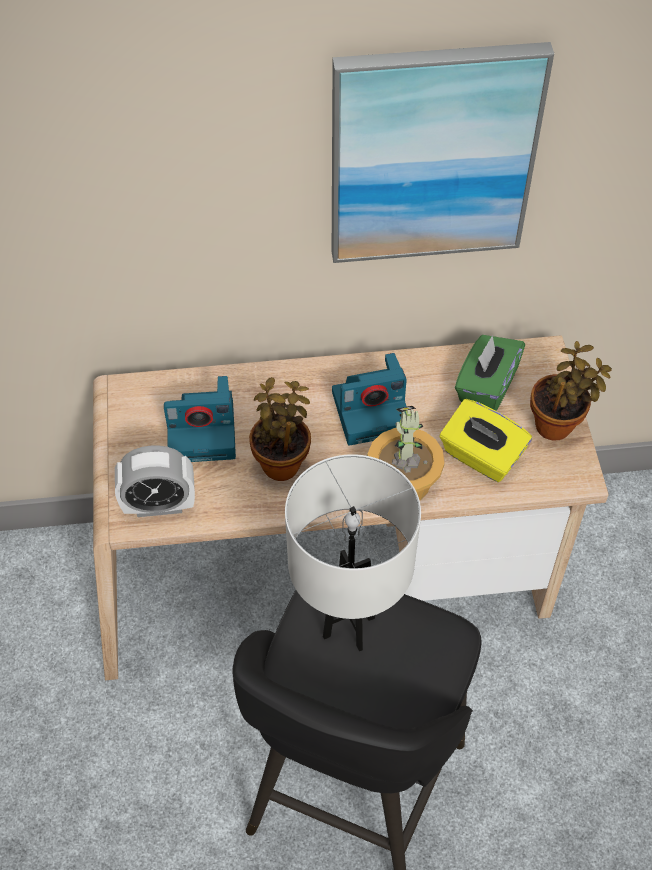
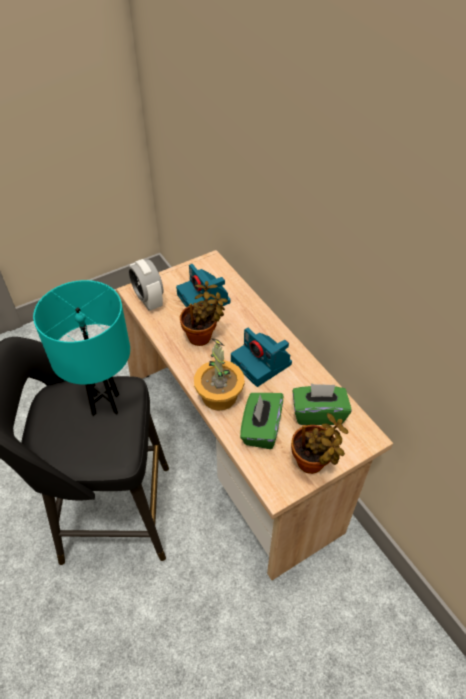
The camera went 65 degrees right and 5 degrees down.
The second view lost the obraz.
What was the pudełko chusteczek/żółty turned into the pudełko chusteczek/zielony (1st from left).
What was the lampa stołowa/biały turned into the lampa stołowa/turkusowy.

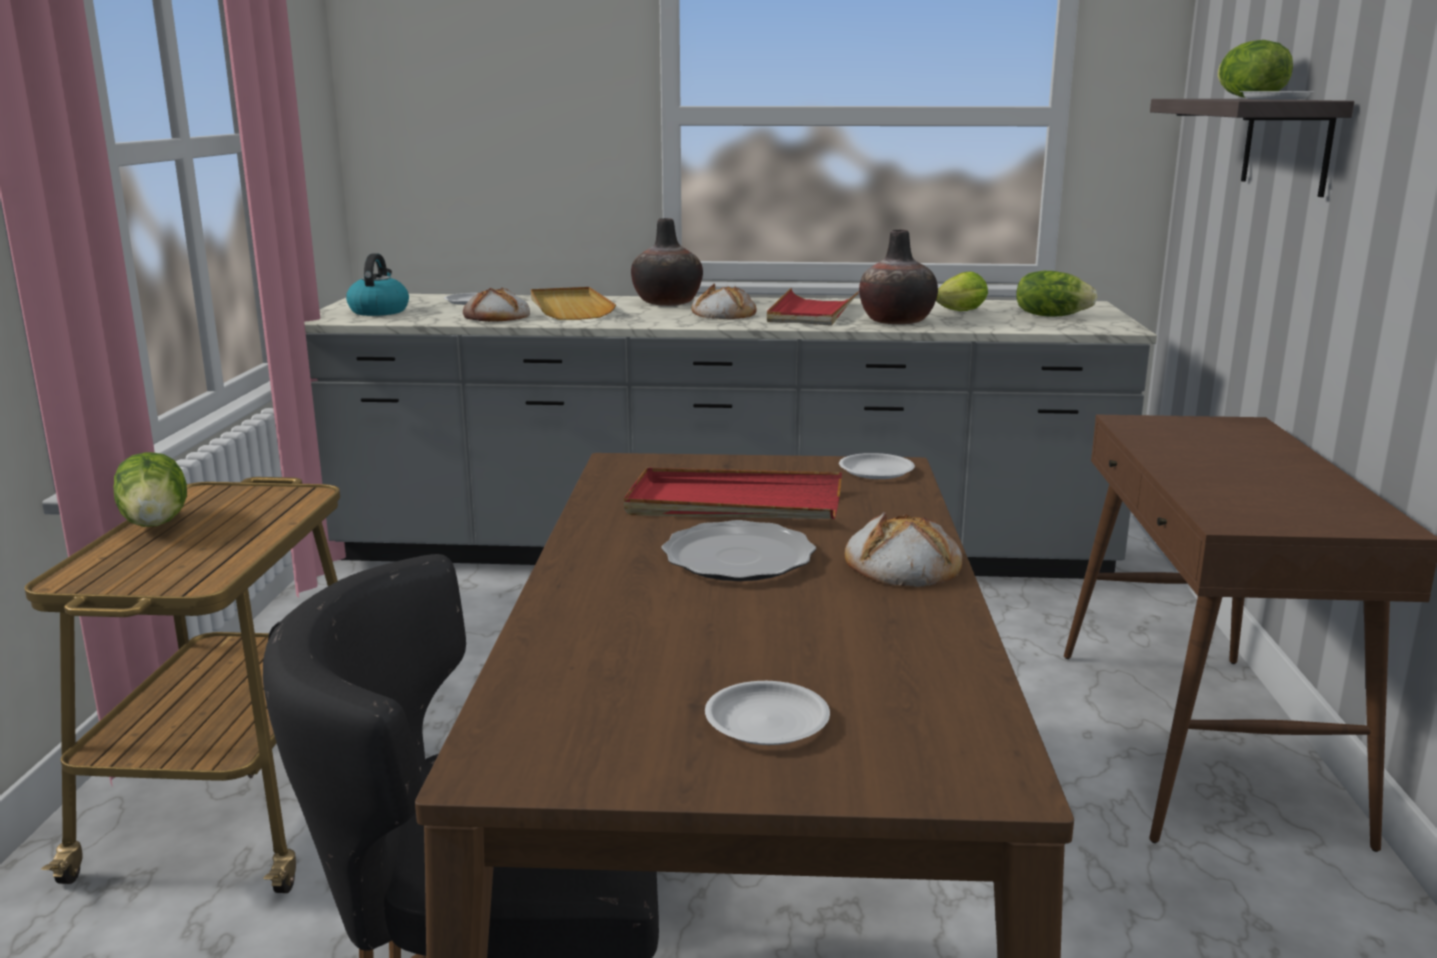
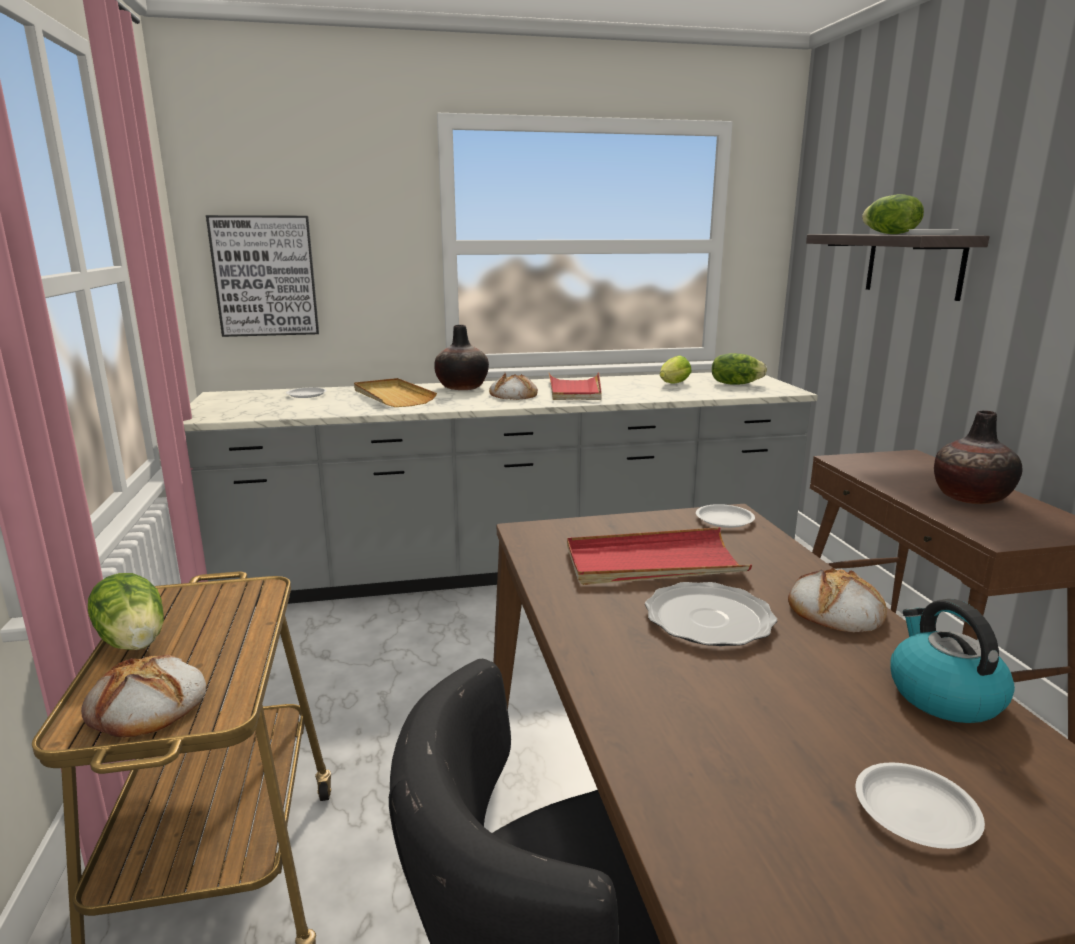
The camera went 15 degrees left and 0 degrees up.
The wazon (2nd from left) ended up elsewhere.
The czajnik ended up elsewhere.
The chleb (1st from left) ended up elsewhere.
The second view gained the obraz.

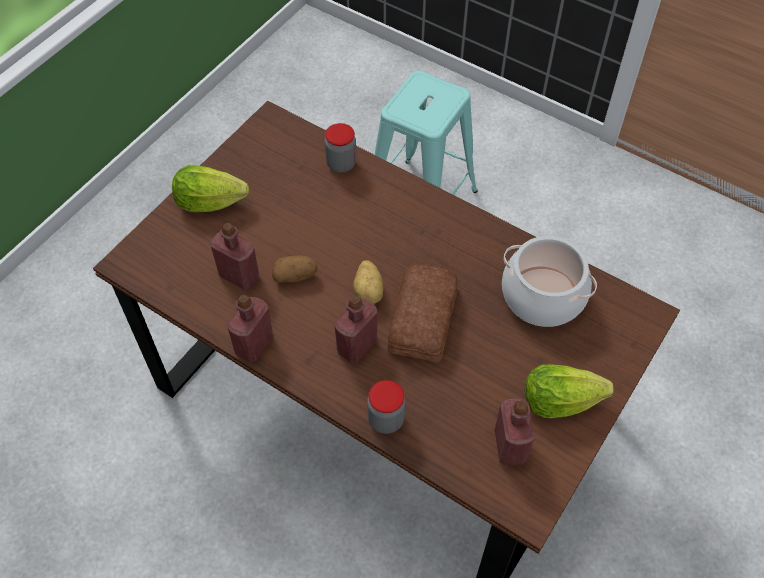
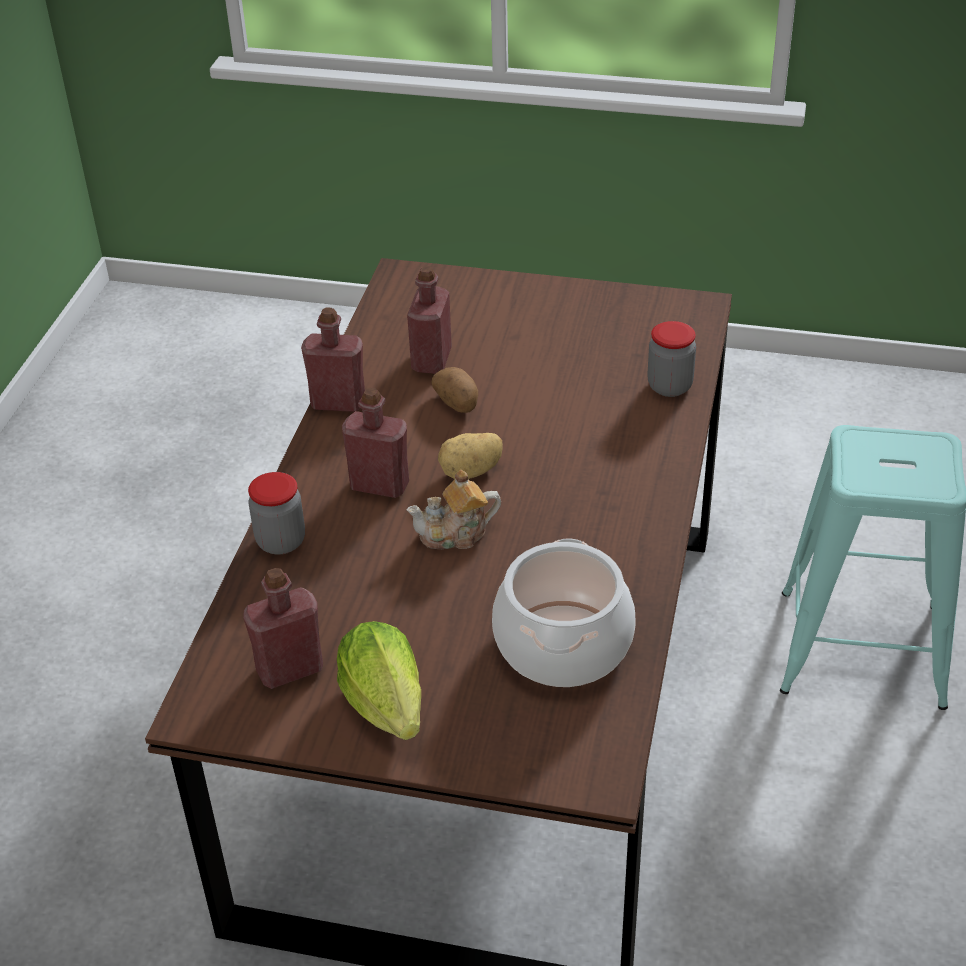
The camera went 70 degrees right and 15 degrees down.
The second view lost the sałata (1st from left).
Where the chleb stood, the imbryk came to stand.

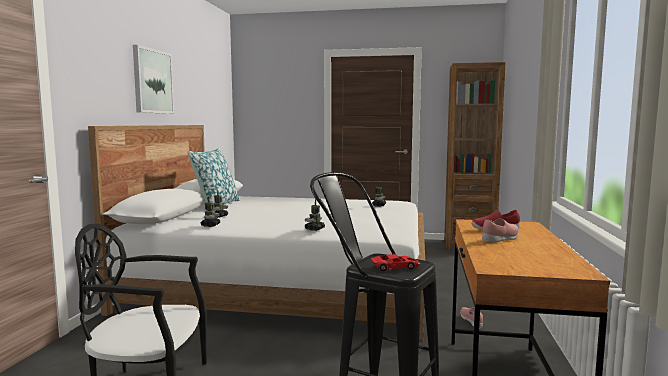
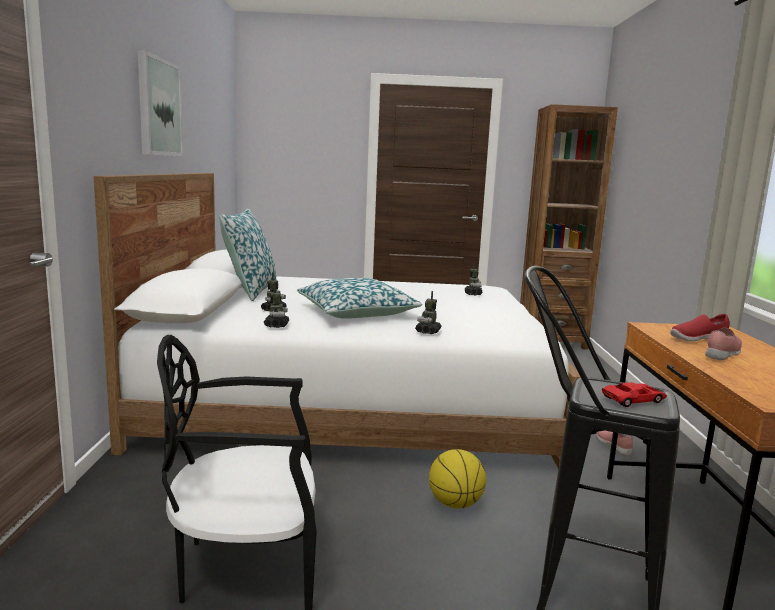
The camera went 10 degrees left and 5 degrees up.
The second view gained the poduszka (2nd from left).
The second view gained the piłka do koszykówki.

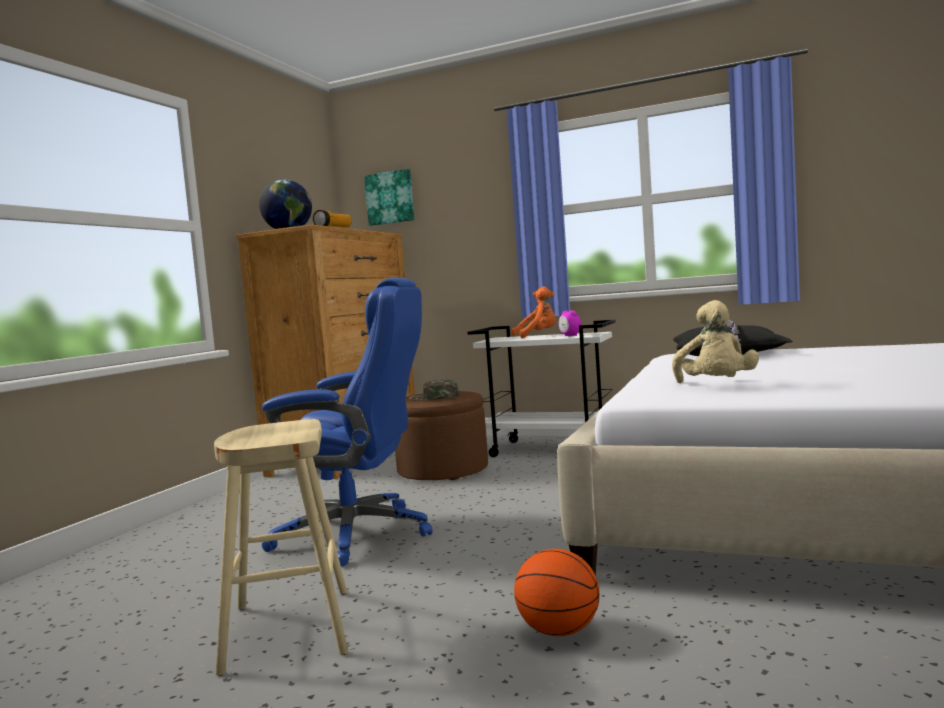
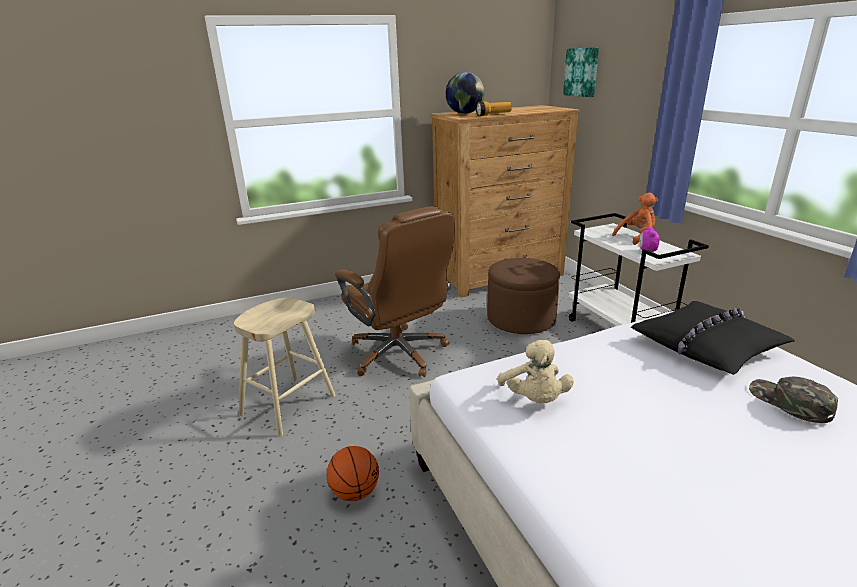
The camera went 45 degrees right and 20 degrees up.
What was the krzesło biurowe/niebieski turned into the krzesło biurowe/brązowy.
The pluszak/pomarańczowy ended up facing another way, 60 degrees counterclockwise from before.
The pluszak/beżowy ended up facing another way, 60 degrees counterclockwise from before.
The czapka z daszkiem/zielony ended up elsewhere.

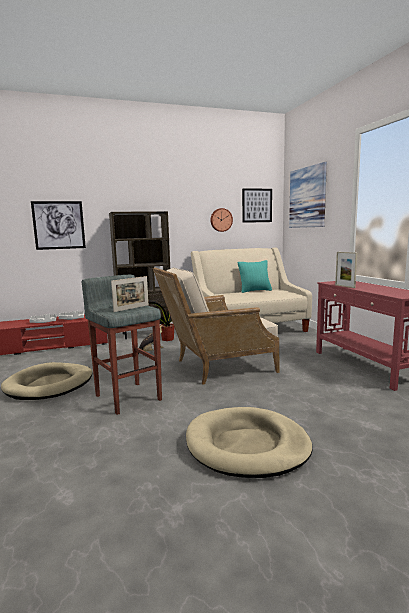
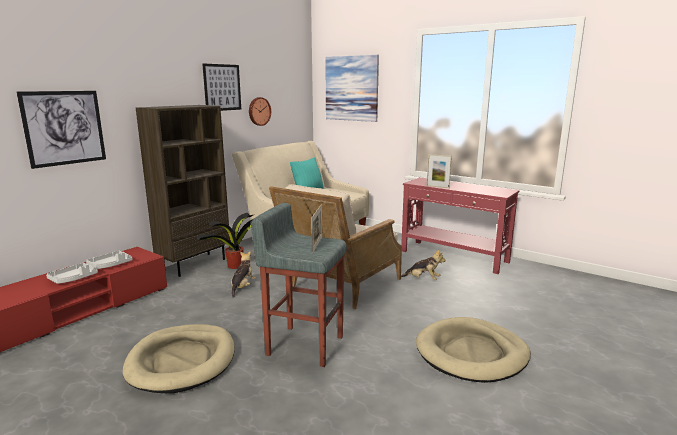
The camera went 35 degrees left and 5 degrees up.
The obraz (2nd from left) ended up elsewhere.
The second view gained the pluszak (2nd from left).

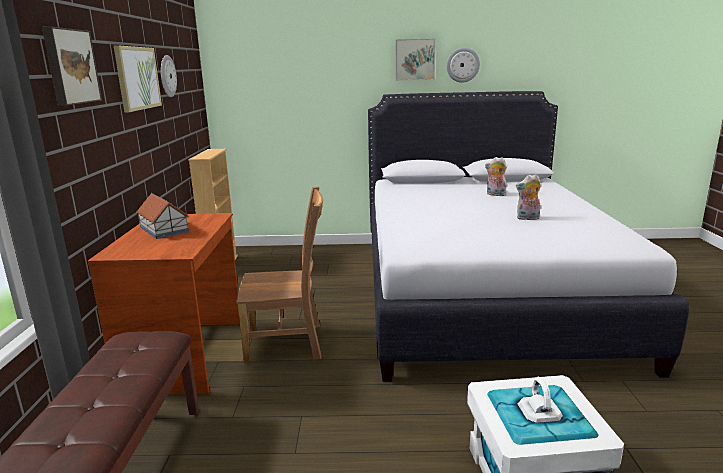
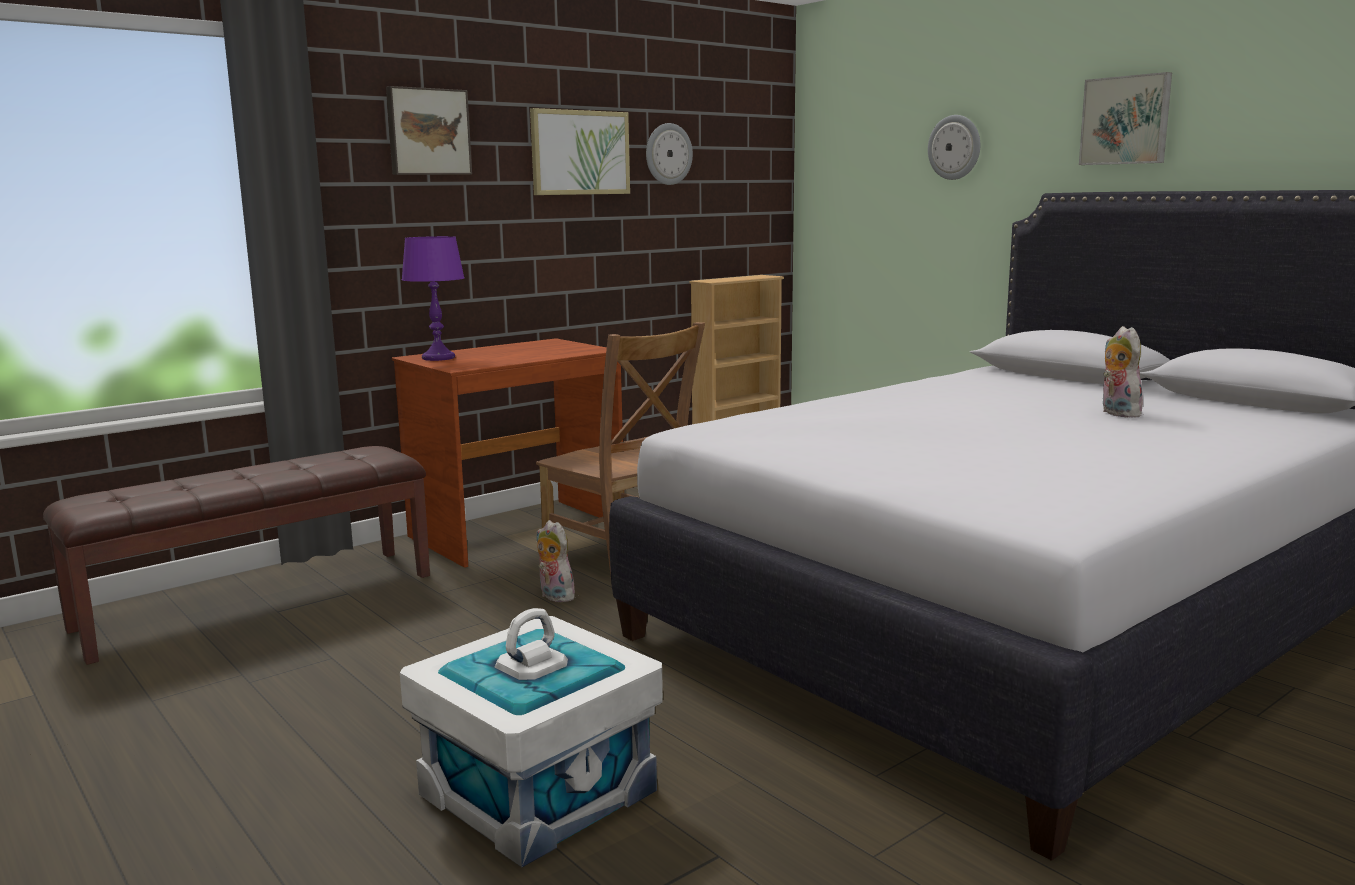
The camera went 50 degrees right and 5 degrees down.
The zegar ścienny (2nd from left) ended up elsewhere.
The pluszak (2nd from left in the first image) ended up elsewhere.
The second view lost the domek.
The second view gained the lampa stołowa/fioletowy.

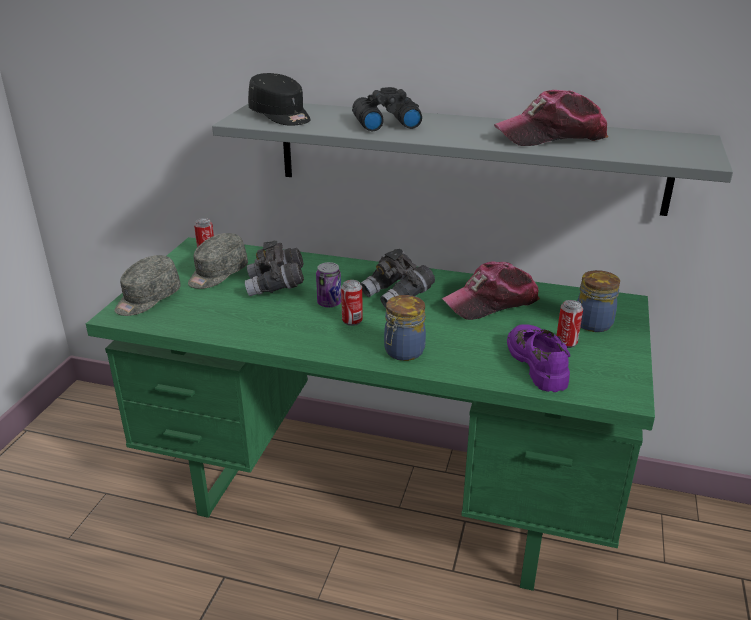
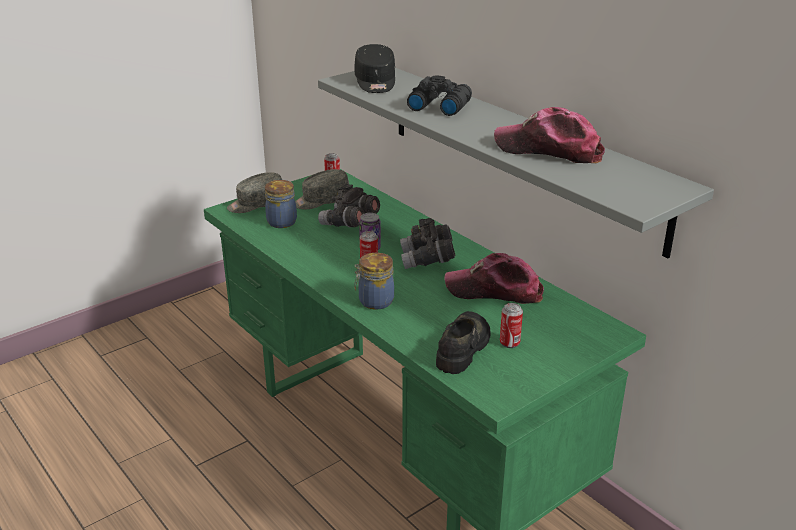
The camera went 35 degrees right and 0 degrees up.
The słoik (2nd from left in the first image) ended up elsewhere.
What was the but/fioletowy turned into the but/czarny.

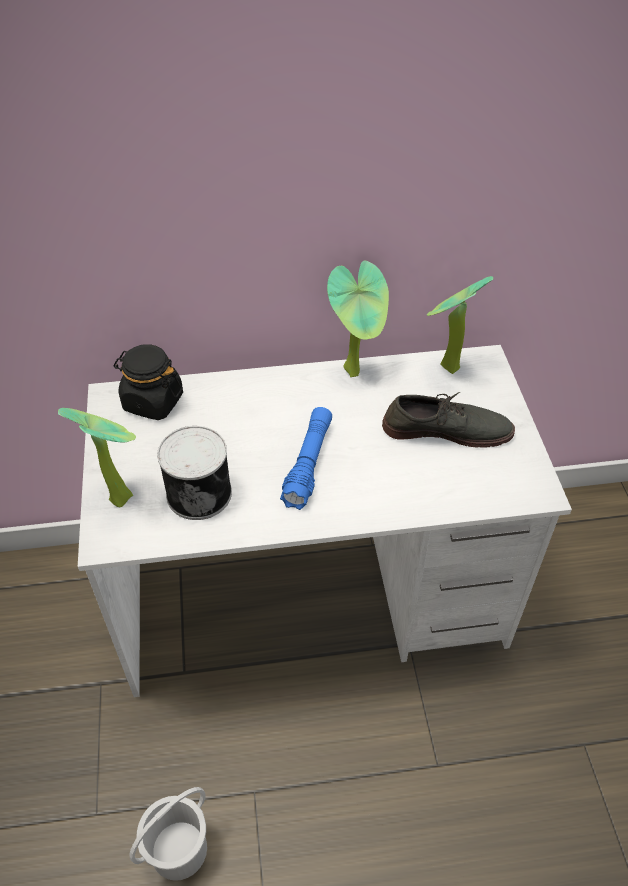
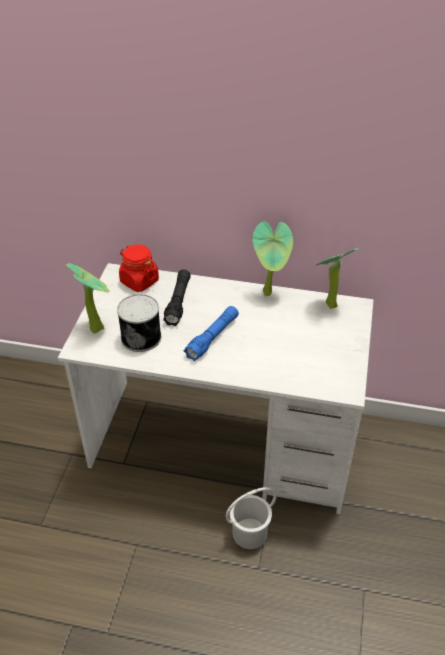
The camera went 20 degrees right and 5 degrees down.
What was the słoik/czarny turned into the słoik/czerwony.
The second view lost the but/szary.
The wiadro/biały ended up elsewhere.
The second view gained the latarka/czarny.

